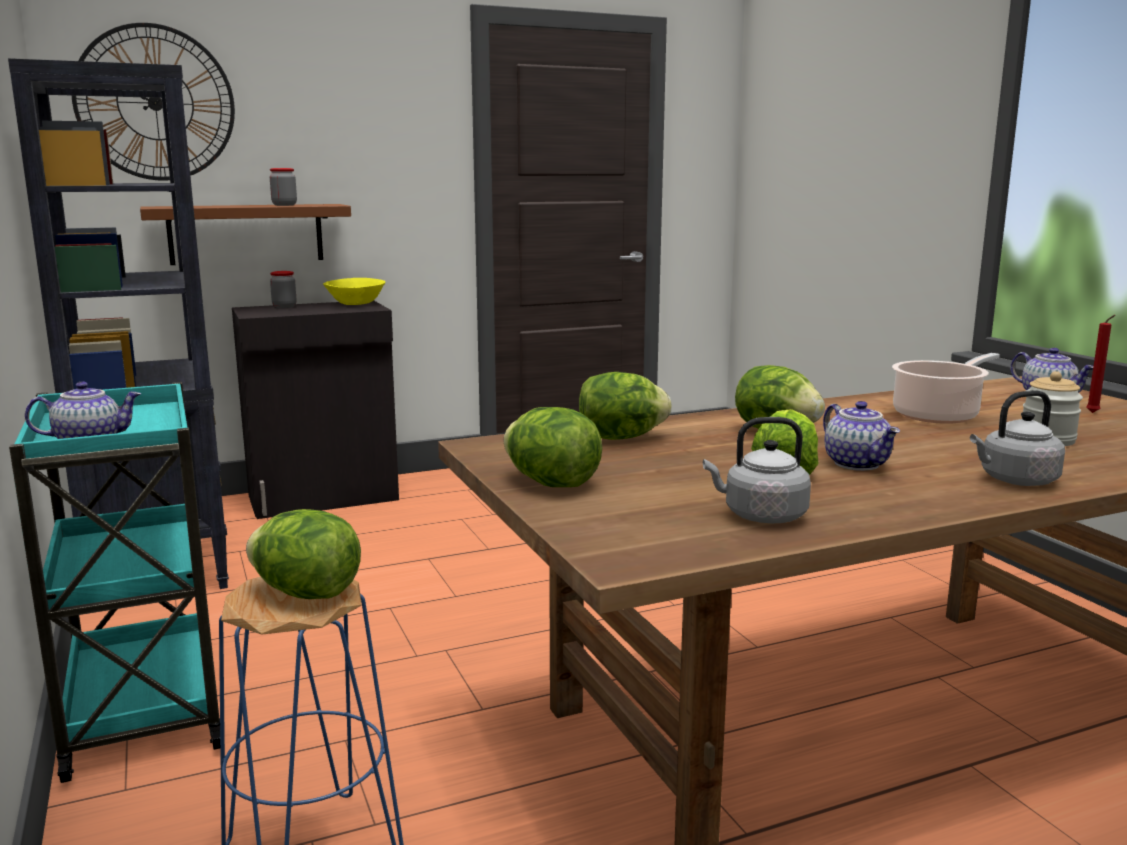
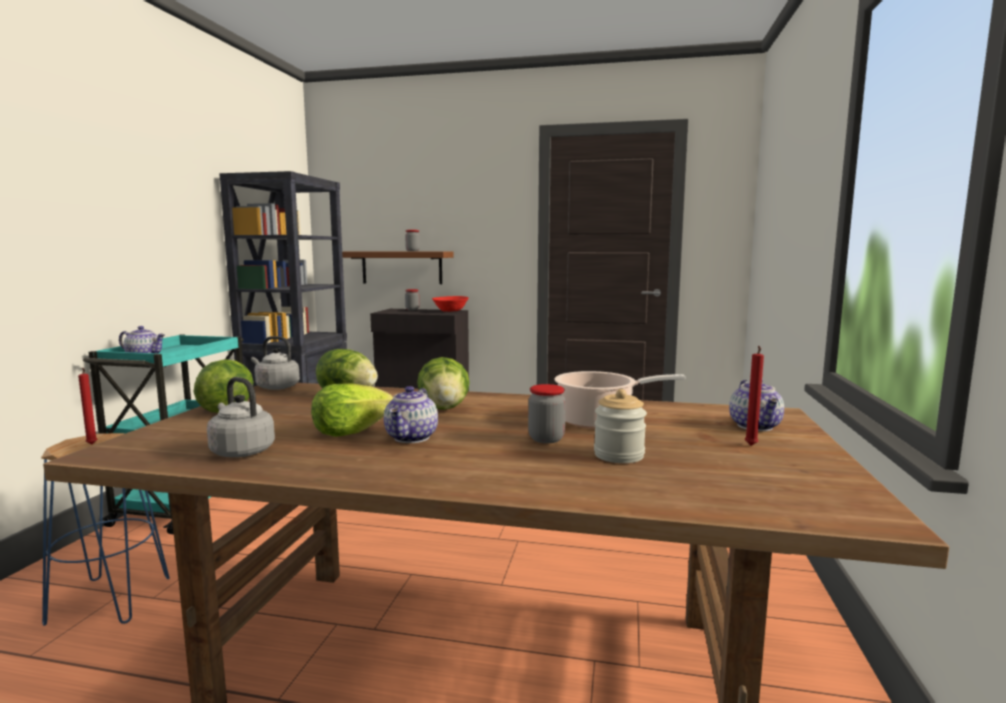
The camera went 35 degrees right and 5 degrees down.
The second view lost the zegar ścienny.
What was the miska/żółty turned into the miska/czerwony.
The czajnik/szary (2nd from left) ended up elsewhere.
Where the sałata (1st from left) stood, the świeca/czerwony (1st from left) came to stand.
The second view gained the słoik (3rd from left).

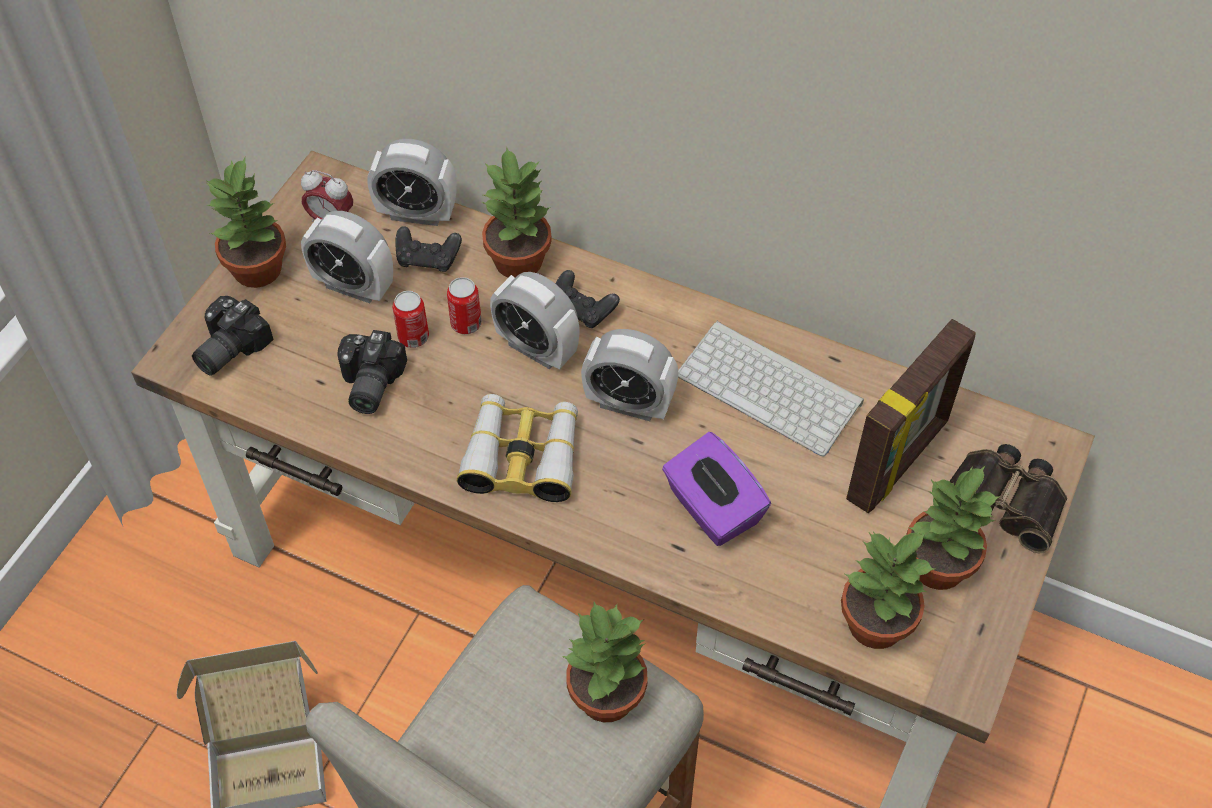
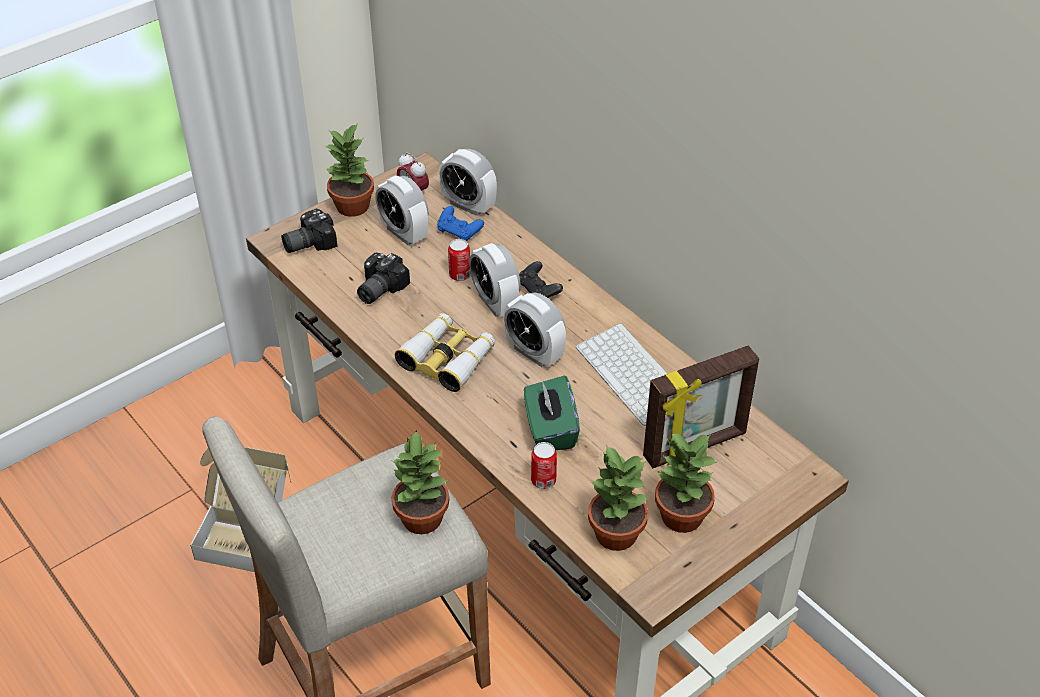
The camera went 25 degrees right and 10 degrees down.
The second view lost the roślina doniczkowa (2nd from left).
What was the pad do gier/czarny (1st from left) turned into the pad do gier/niebieski.
The puszka (1st from left in the first image) ended up elsewhere.
What was the pudełko chusteczek/fioletowy turned into the pudełko chusteczek/zielony.
The second view lost the lornetka (2nd from left).

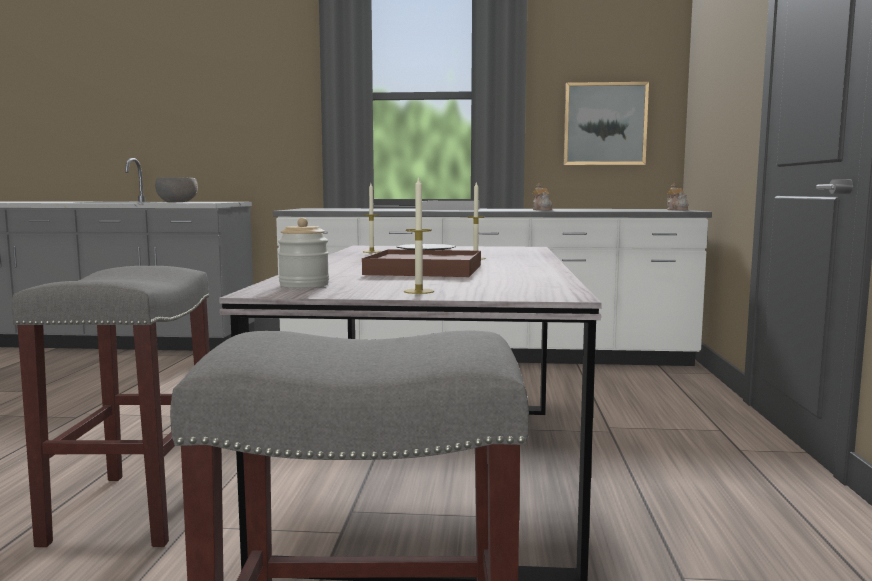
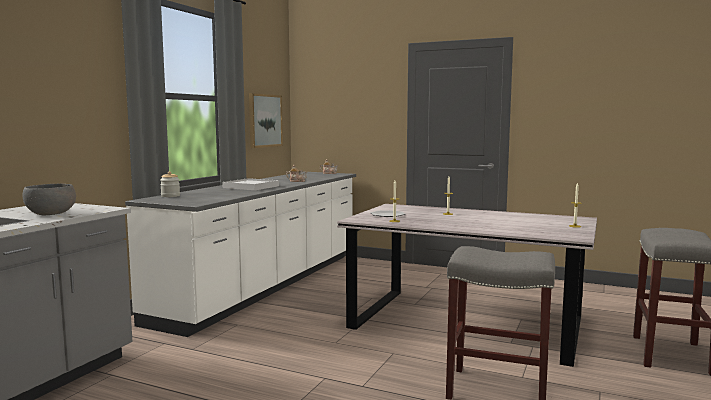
The camera went 70 degrees left and 0 degrees up.
The słoik ended up elsewhere.
The second view lost the taca/brązowy.

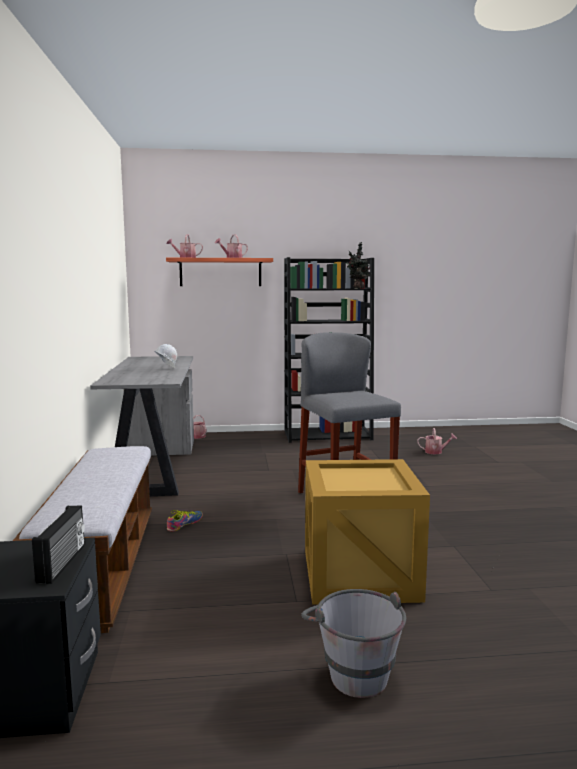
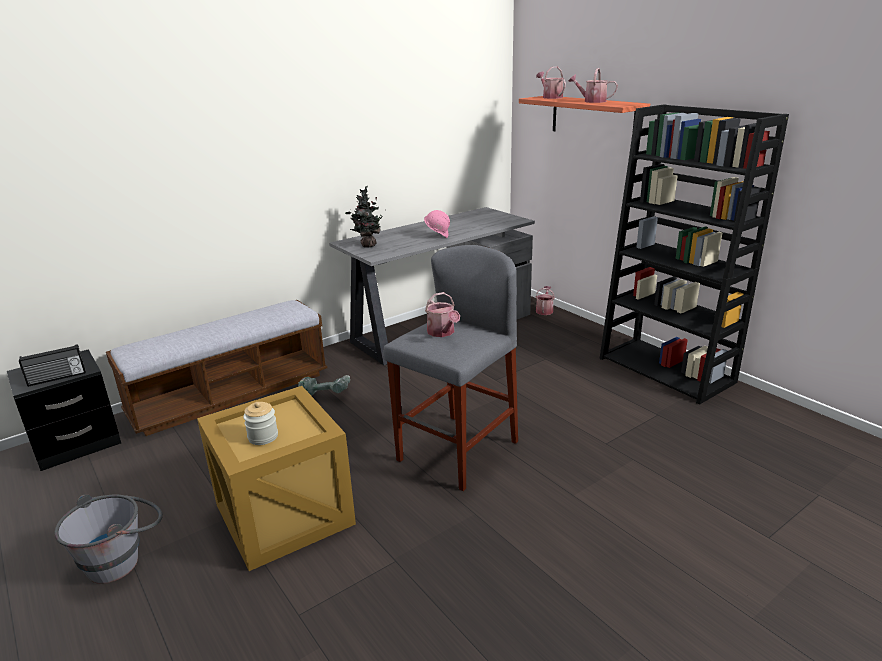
The camera went 60 degrees right and 15 degrees up.
The roślina doniczkowa ended up elsewhere.
What was the kask/biały turned into the kask/różowy.
The konewka (4th from left in the first image) ended up elsewhere.
Where the but stood, the wiertarka came to stand.
The second view gained the słoik.

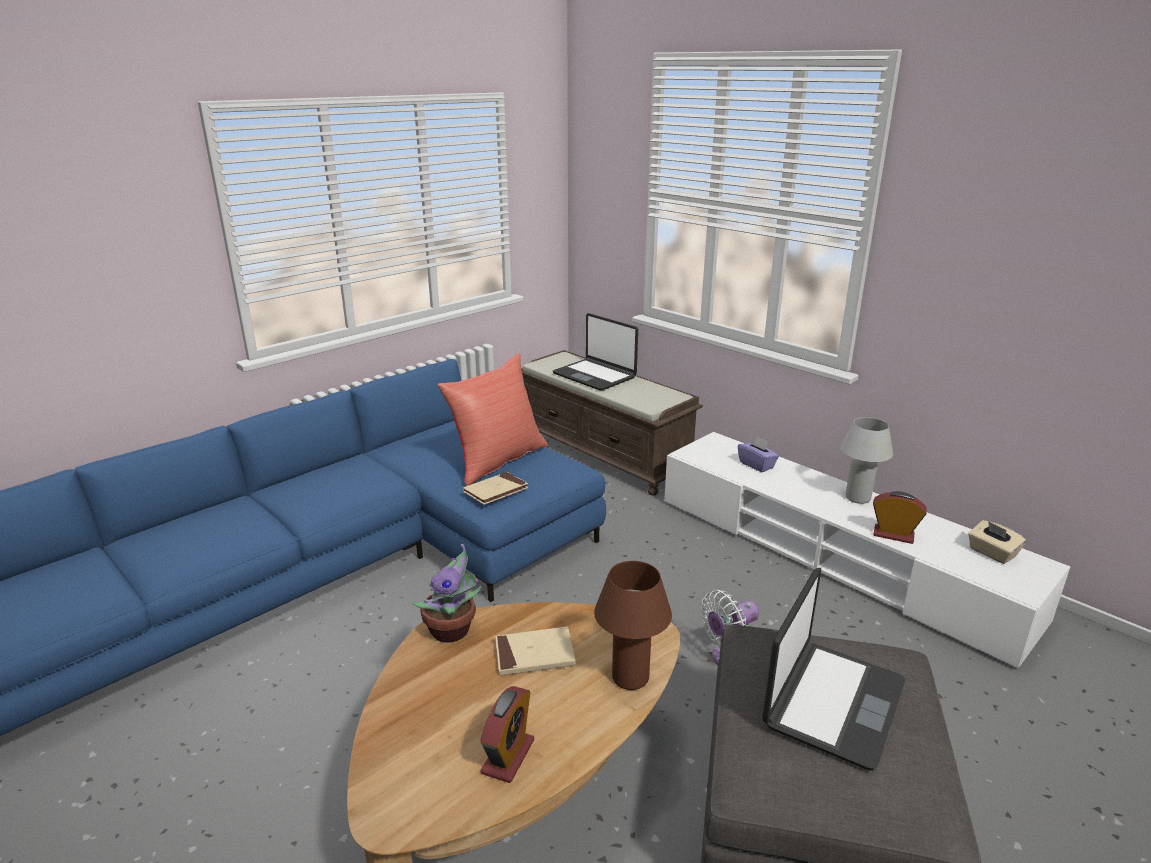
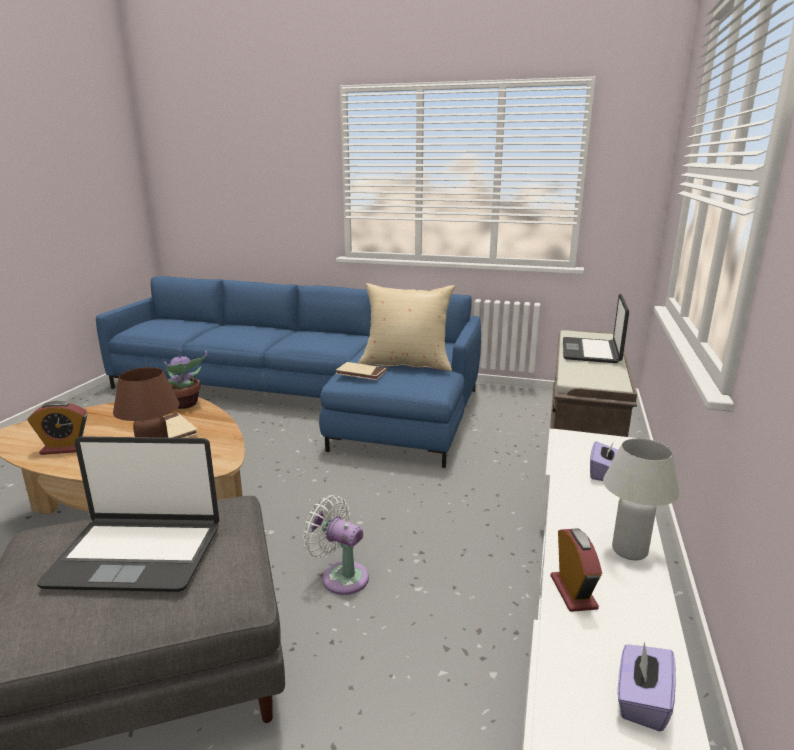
The camera went 60 degrees right and 5 degrees down.
What was the poduszka/czerwony turned into the poduszka/beżowy.
What was the pudełko chusteczek/beżowy turned into the pudełko chusteczek/fioletowy (2nd from left).

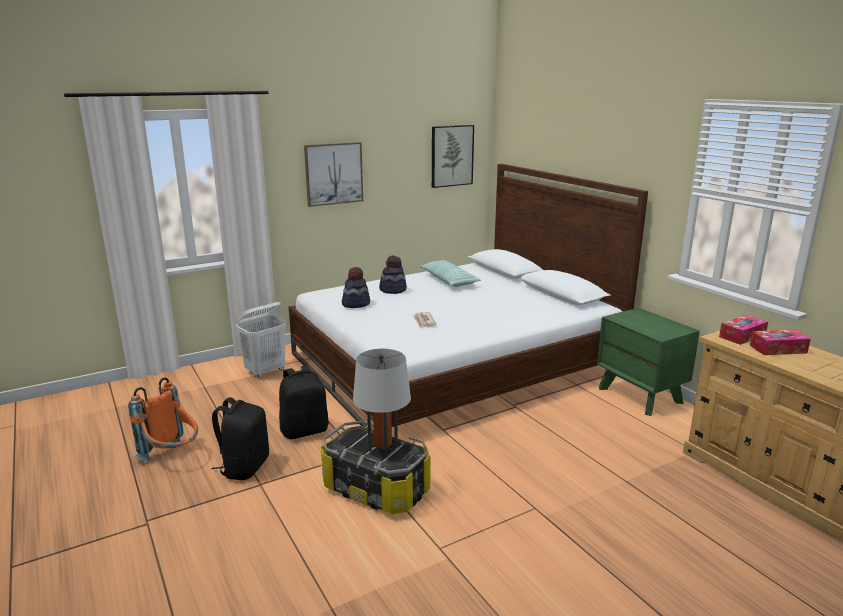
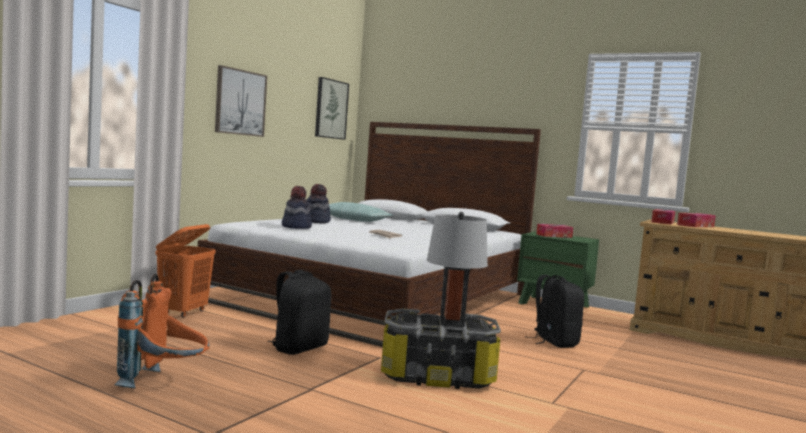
The camera went 30 degrees left and 15 degrees down.
What was the kosz na pranie/biały turned into the kosz na pranie/pomarańczowy.
The plecak/czarny (1st from left in the first image) ended up elsewhere.
The second view gained the pudełko chusteczek (1st from left).

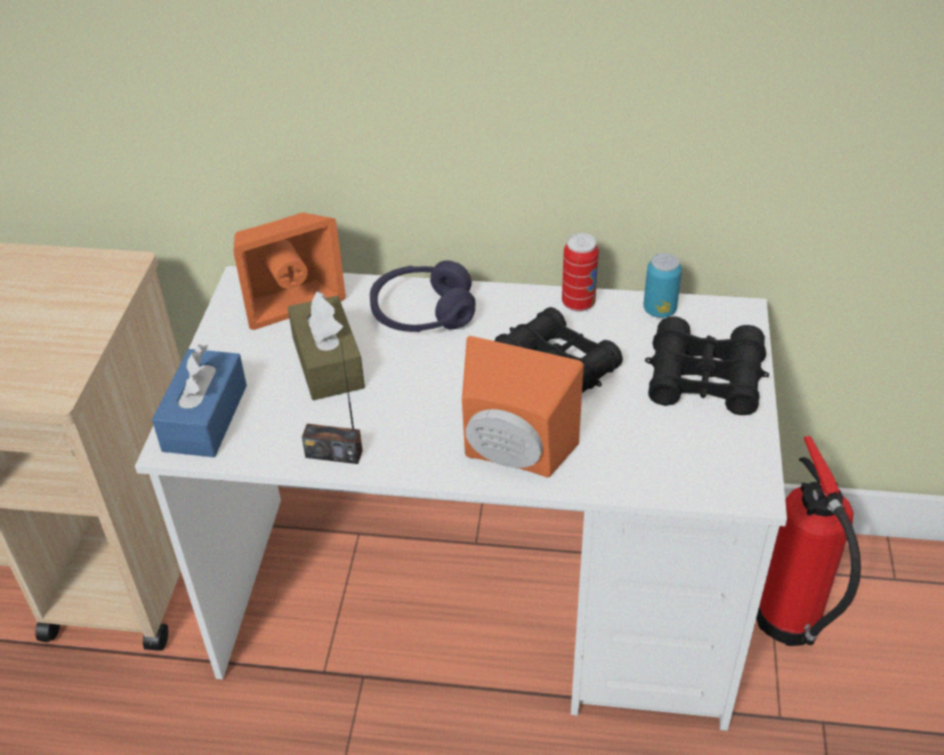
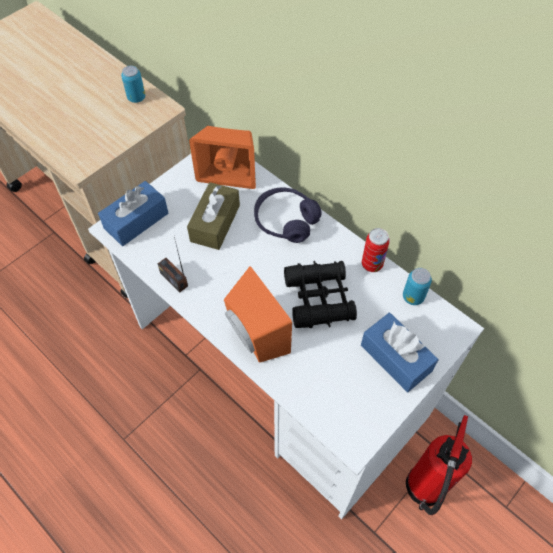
The camera went 35 degrees right and 15 degrees up.
Where the lornetka/czarny (2nd from left) stood, the pudełko chusteczek/niebieski (2nd from left) came to stand.
The second view gained the puszka (1st from left).

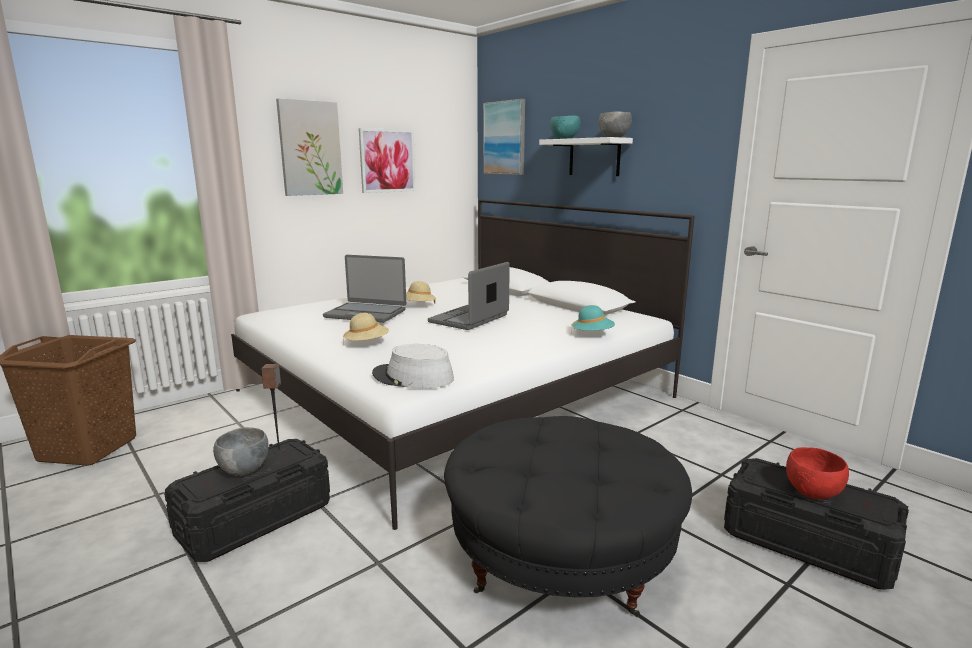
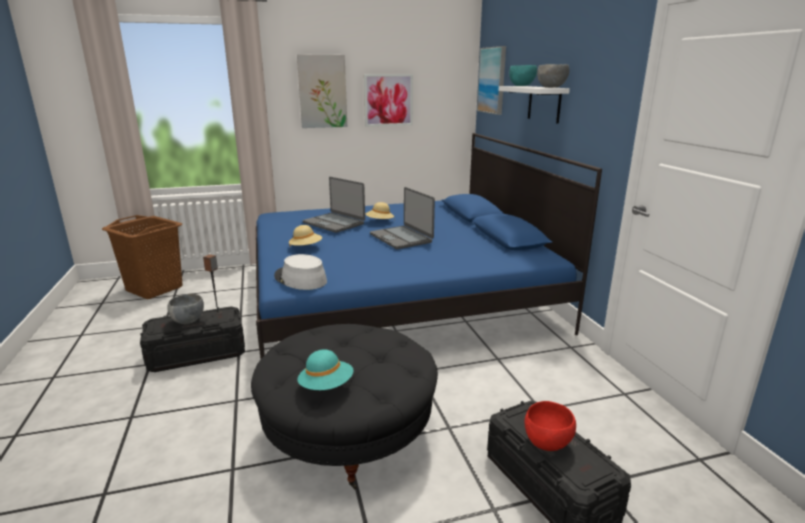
The camera went 25 degrees right and 5 degrees up.
What was the łóżko/biały turned into the łóżko/niebieski.
The laptop (2nd from left) ended up facing another way, 90 degrees counterclockwise from before.
The kapelusz/turkusowy ended up elsewhere.

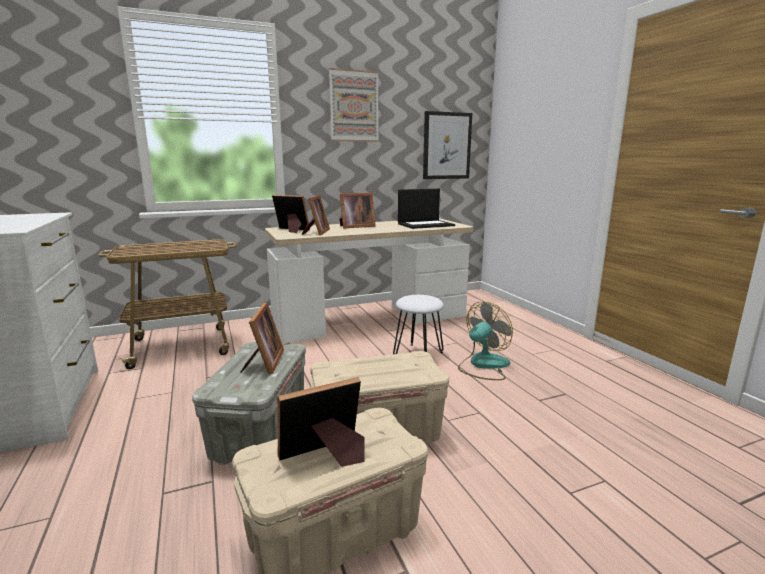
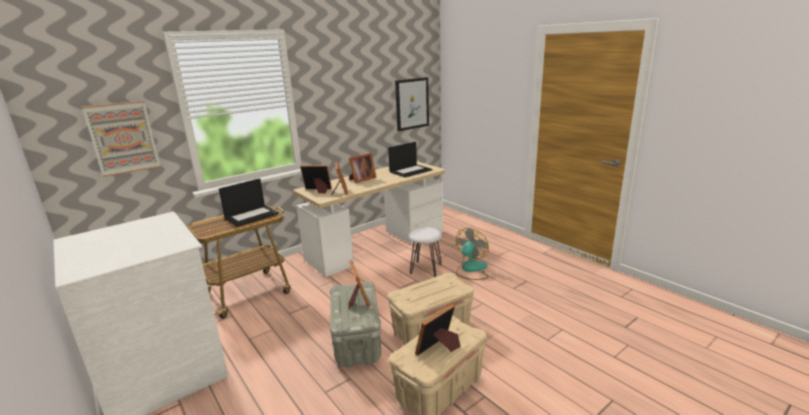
The camera went 15 degrees left and 5 degrees up.
The obraz (1st from left) ended up elsewhere.
The second view gained the laptop (1st from left).

